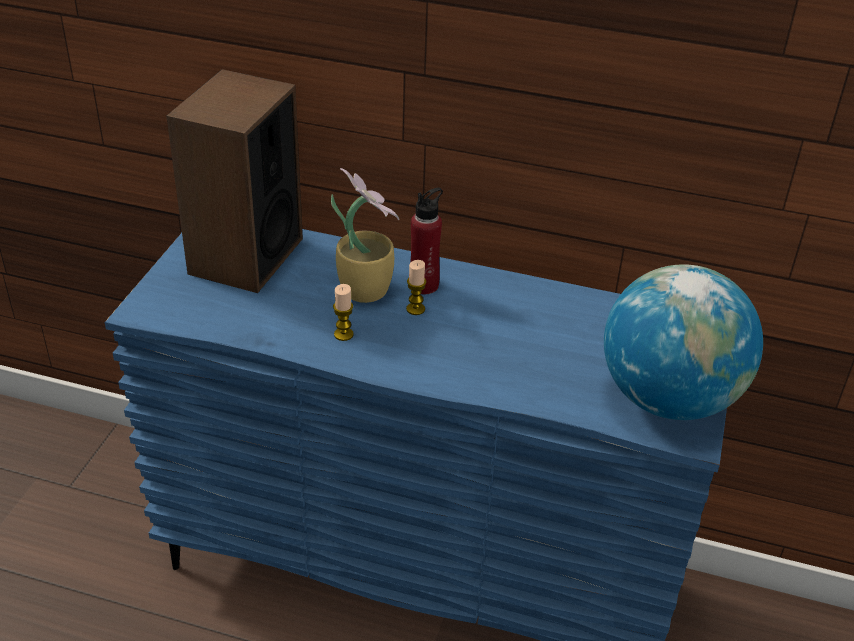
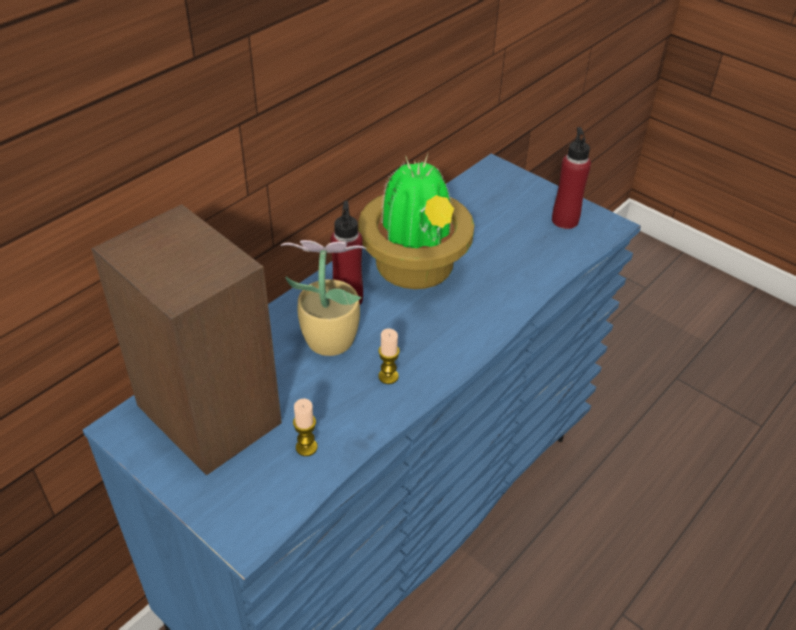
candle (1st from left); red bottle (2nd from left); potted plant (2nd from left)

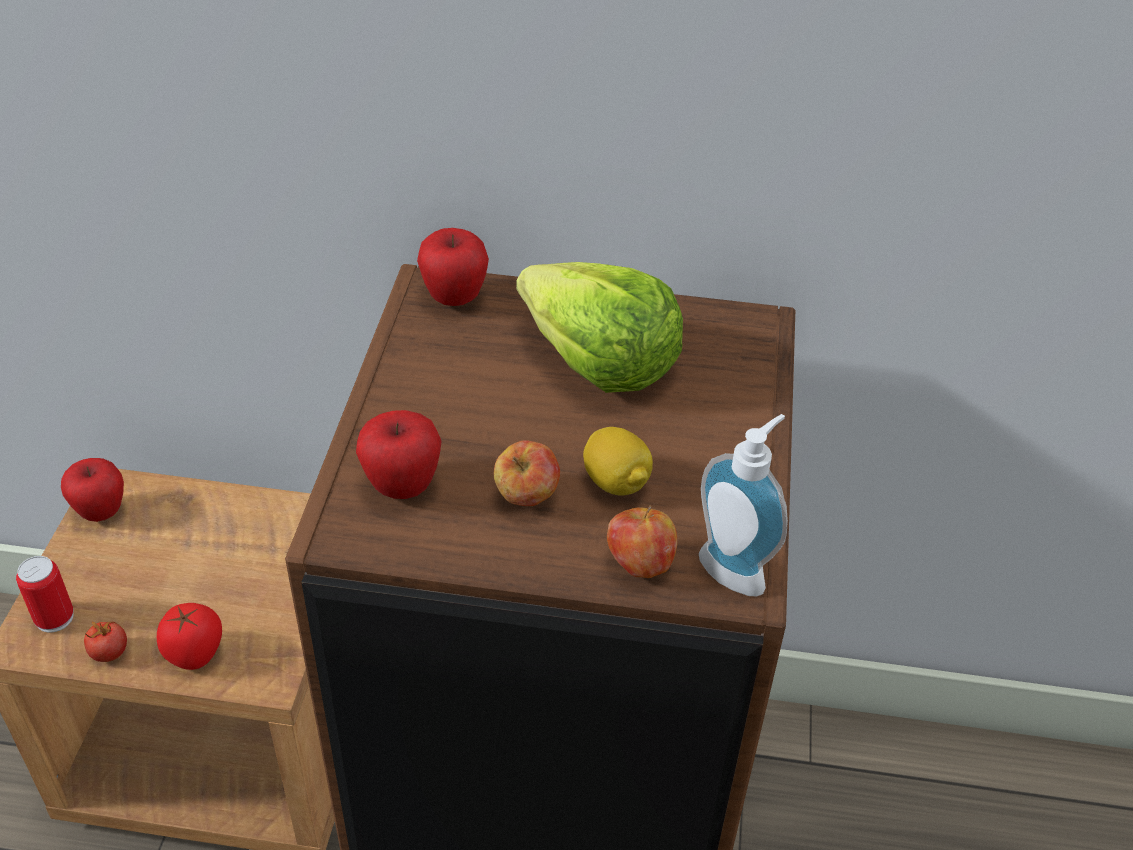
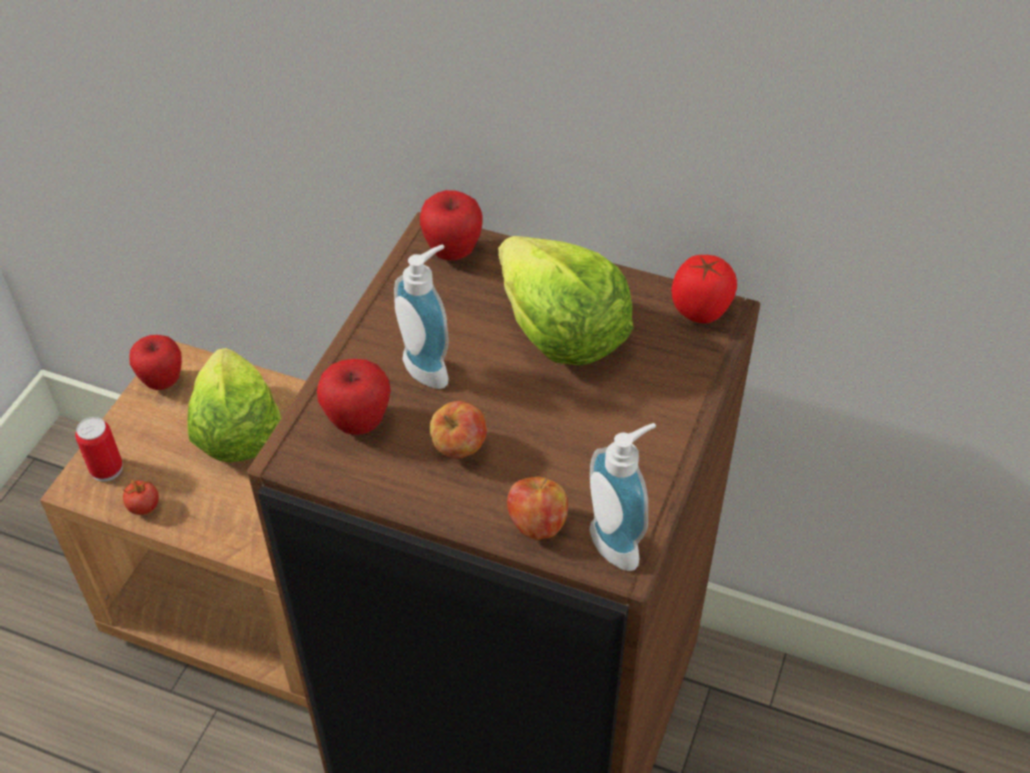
tomato (2nd from left); whole lemon; lettuce head (1st from left); soap dispenser (1st from left)

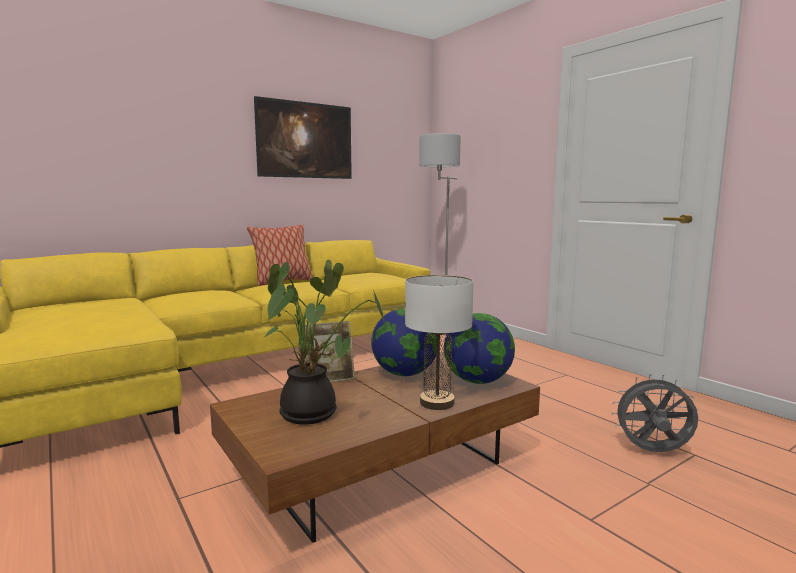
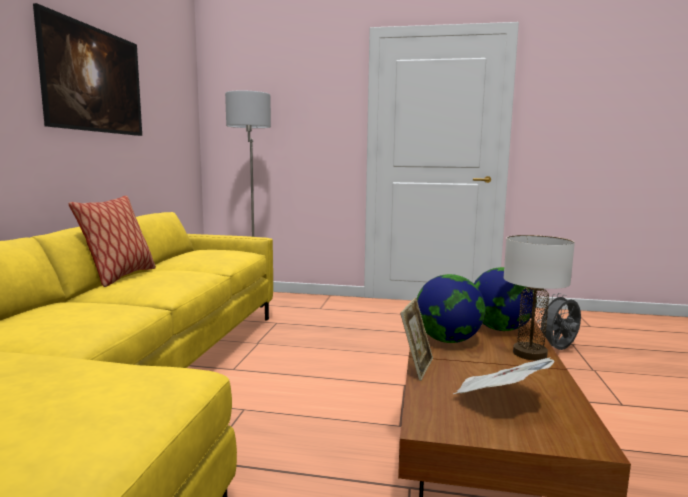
daily paper

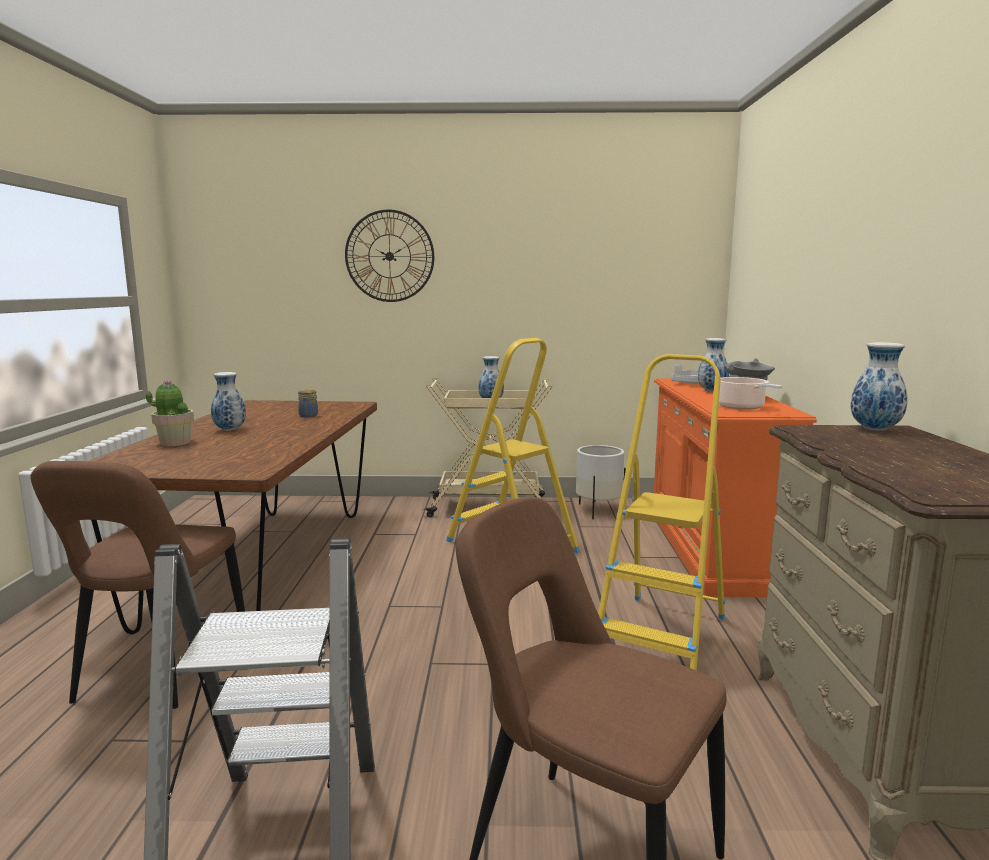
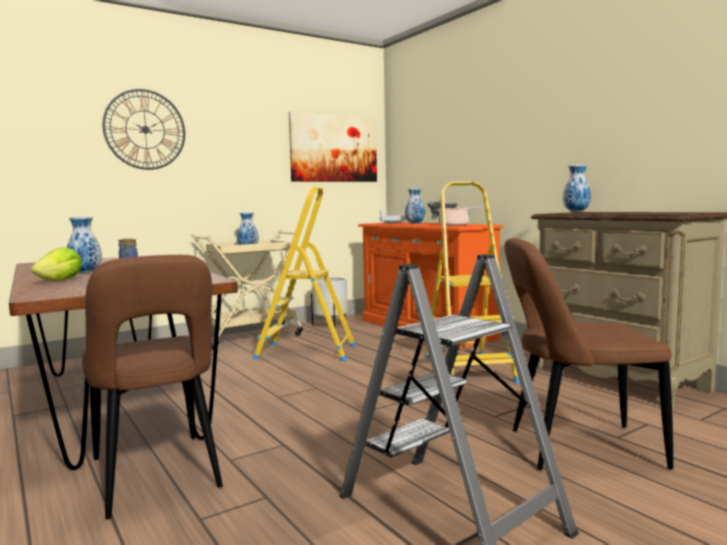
lettuce head; wall picture

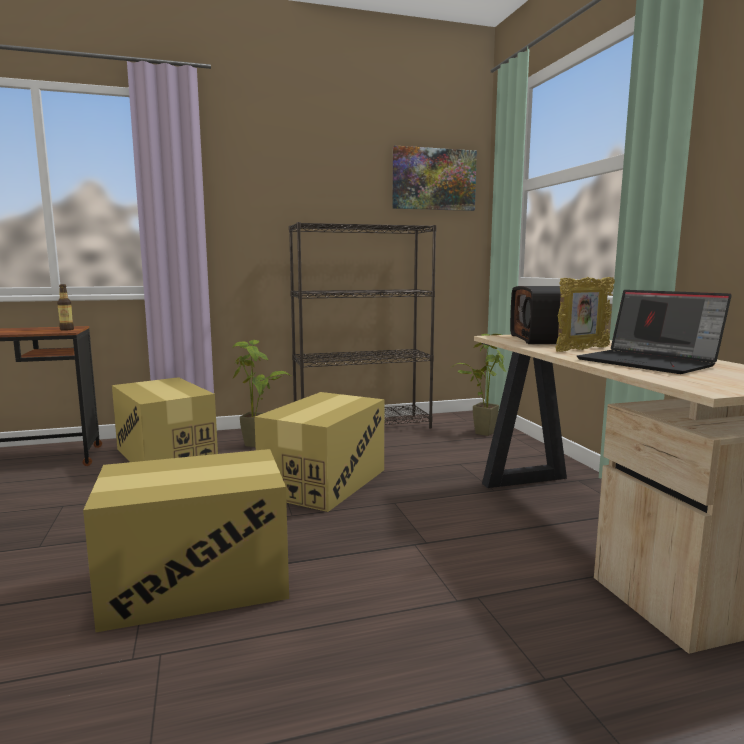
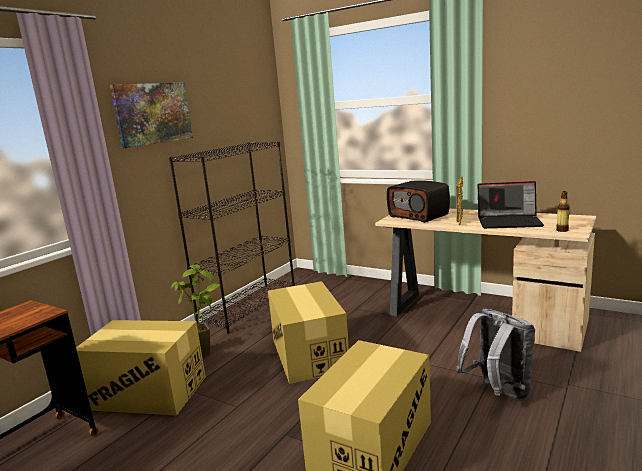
bottle; wall picture; potted plant (2nd from left in the first image); grey backpack

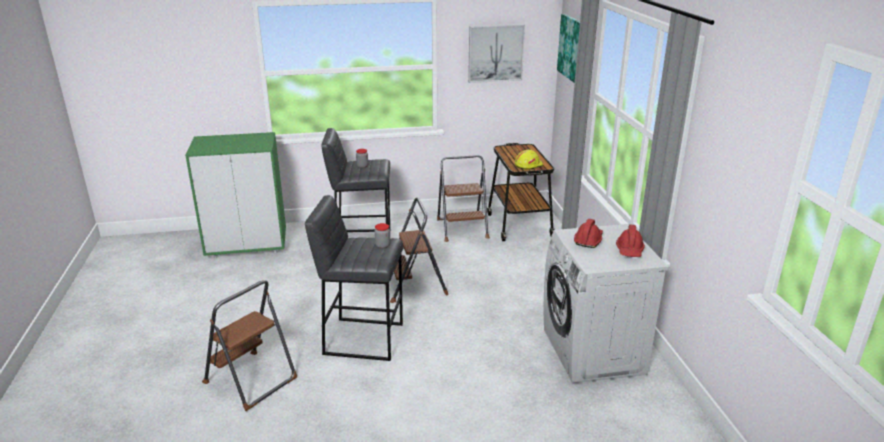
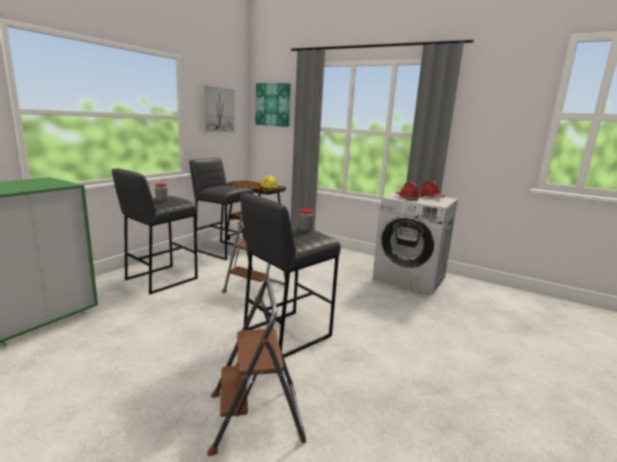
grey stool (2nd from left)

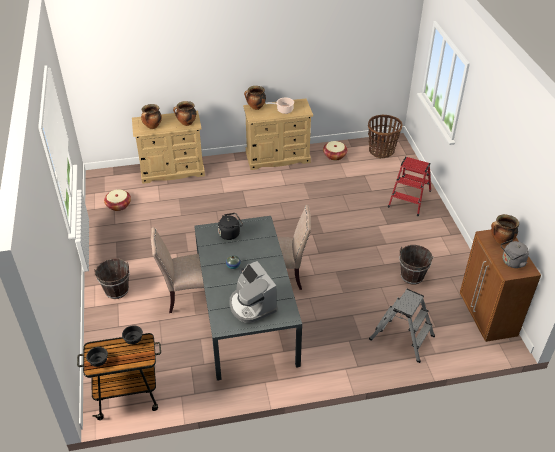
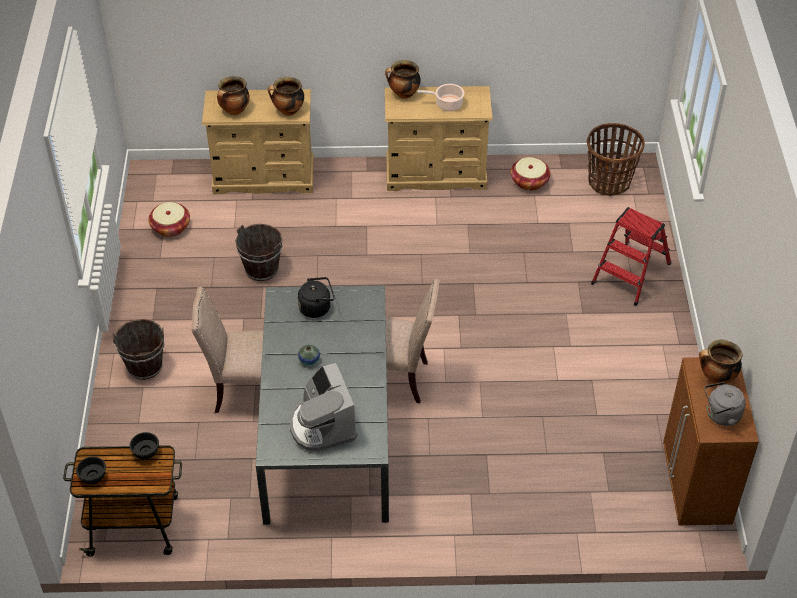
grey step ladder; brown pail (2nd from left)

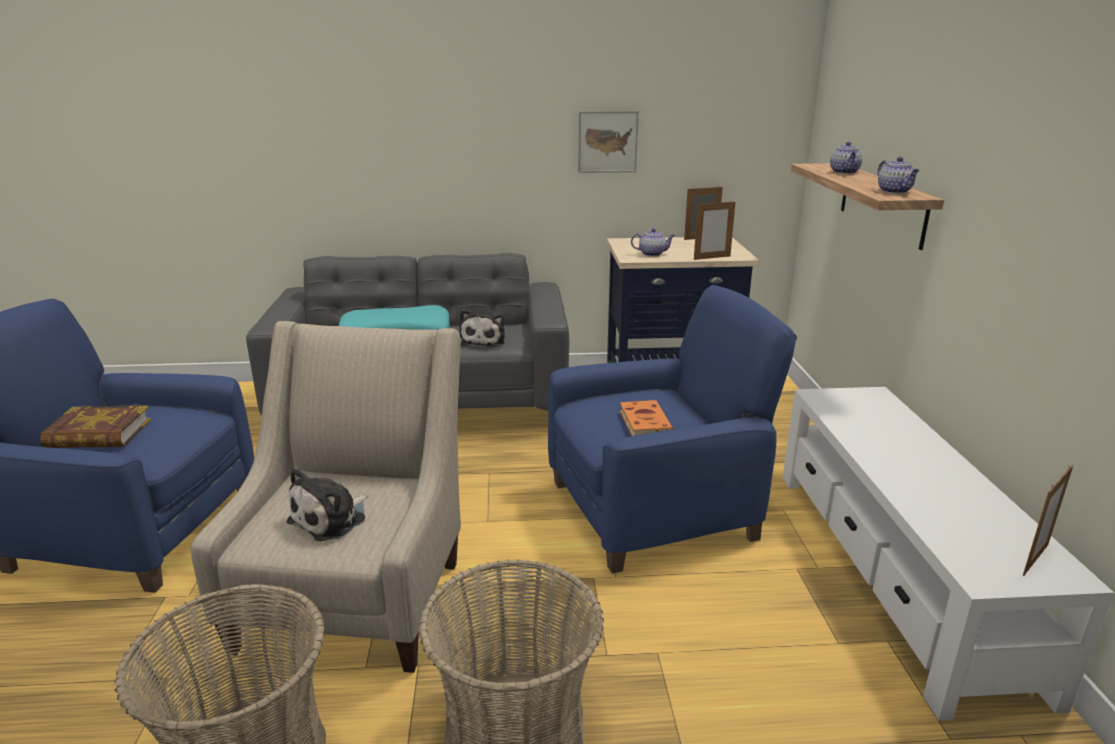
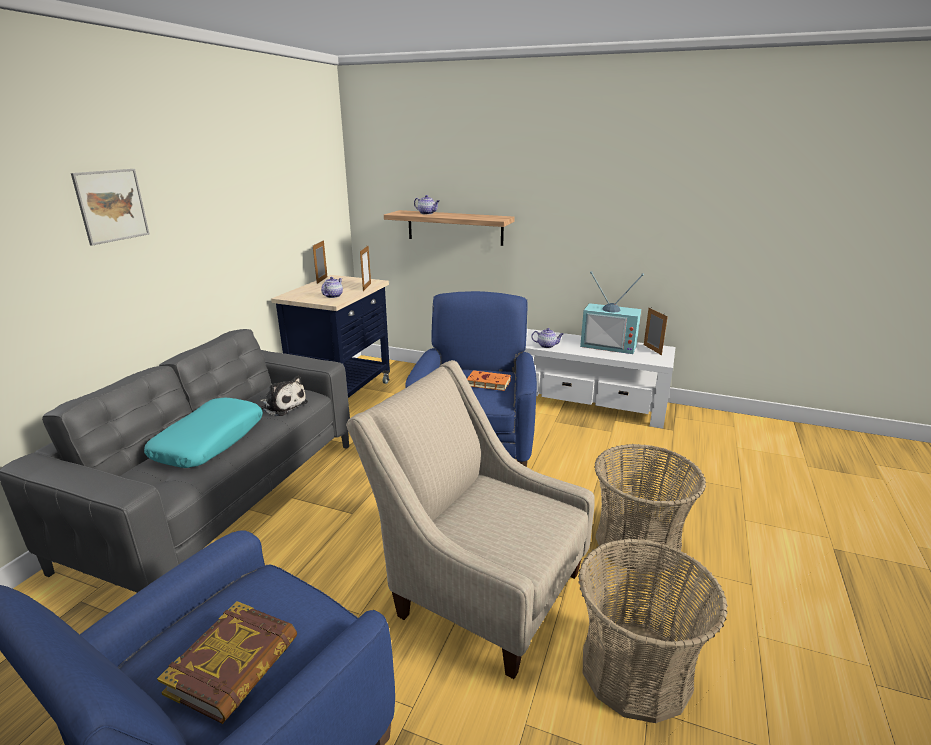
plush toy (1st from left in the first image); wall picture; tea pot (3rd from left); TV

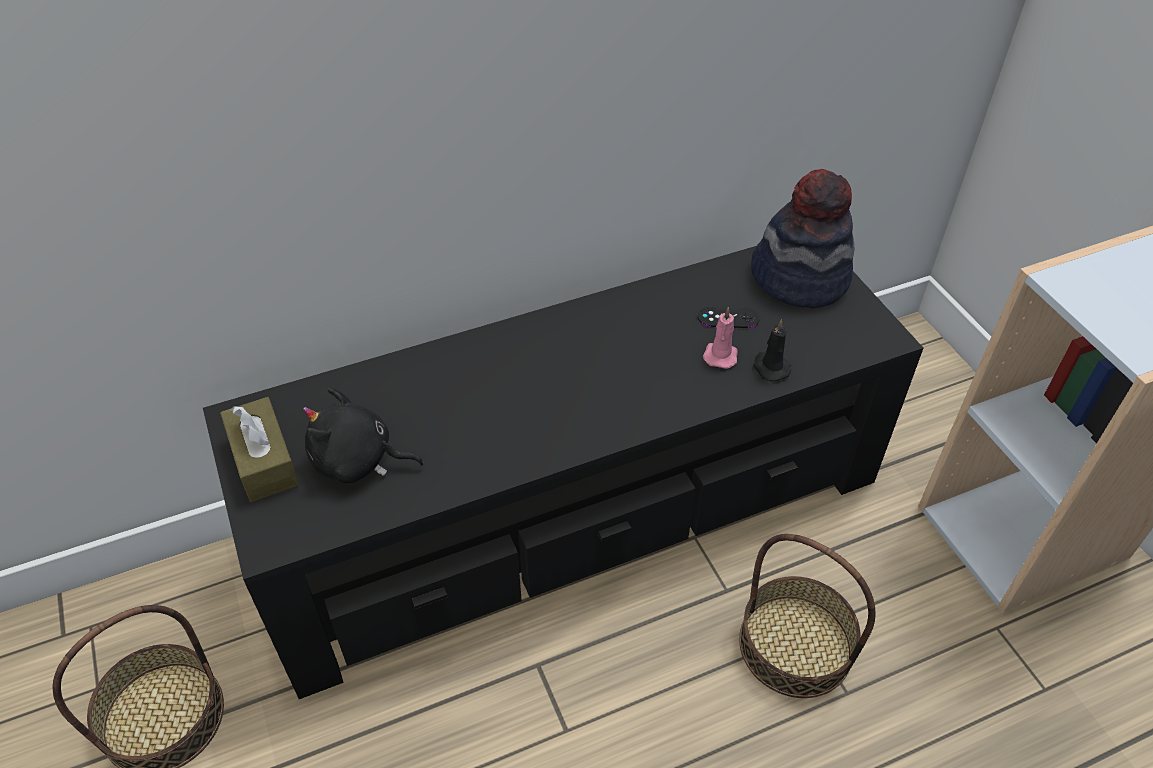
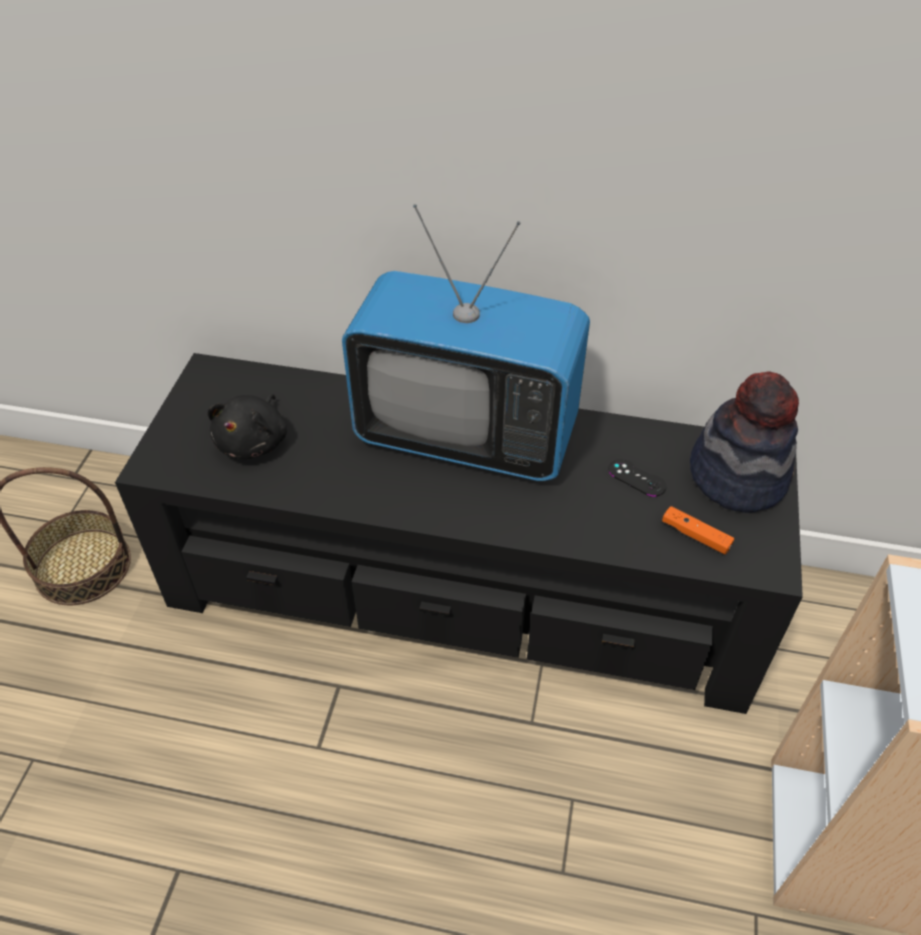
brown tissue box; black plush toy; pink candle; household basket (2nd from left in the first image); black candle; TV; orangey game controller

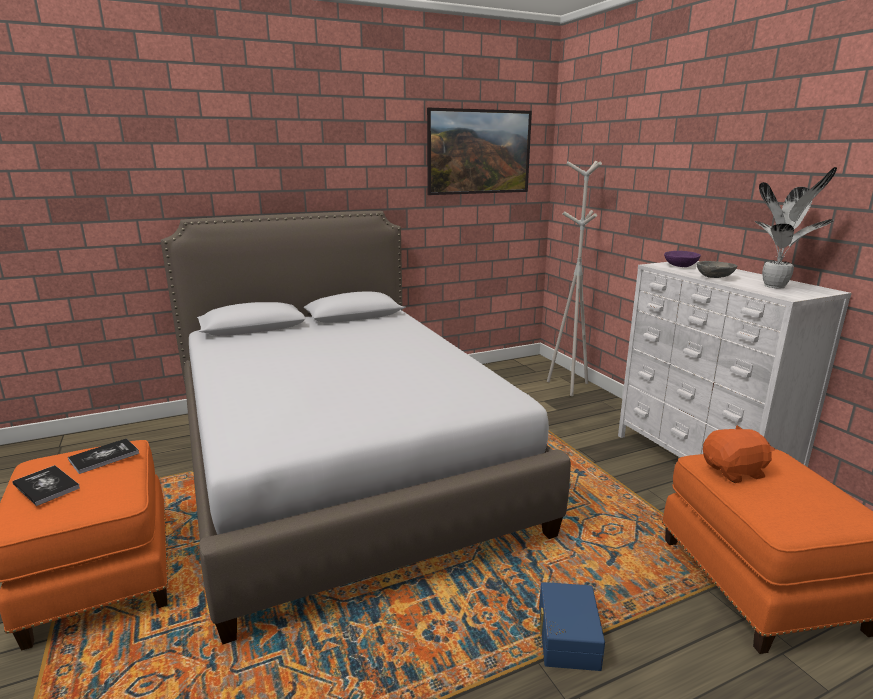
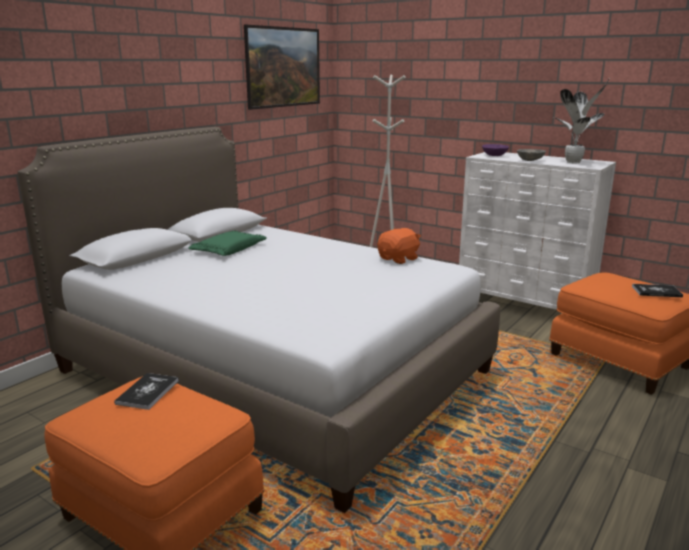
bound book (2nd from left); blue storage bin; orangey plush toy; green-coloured pillow

